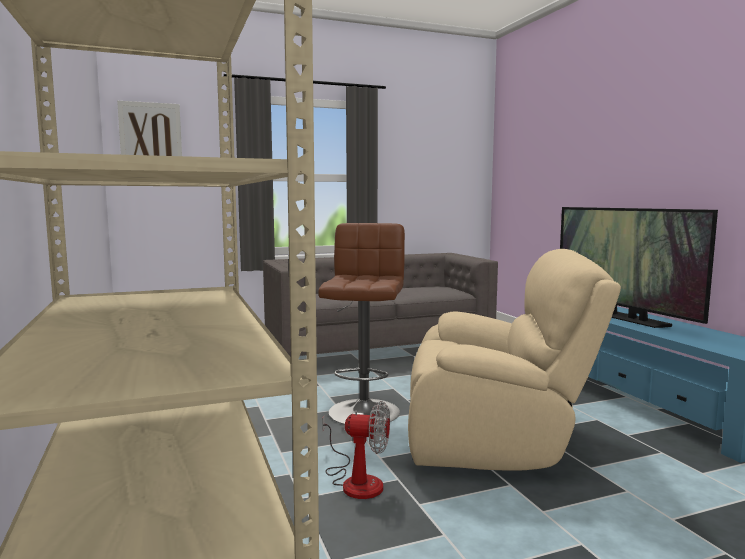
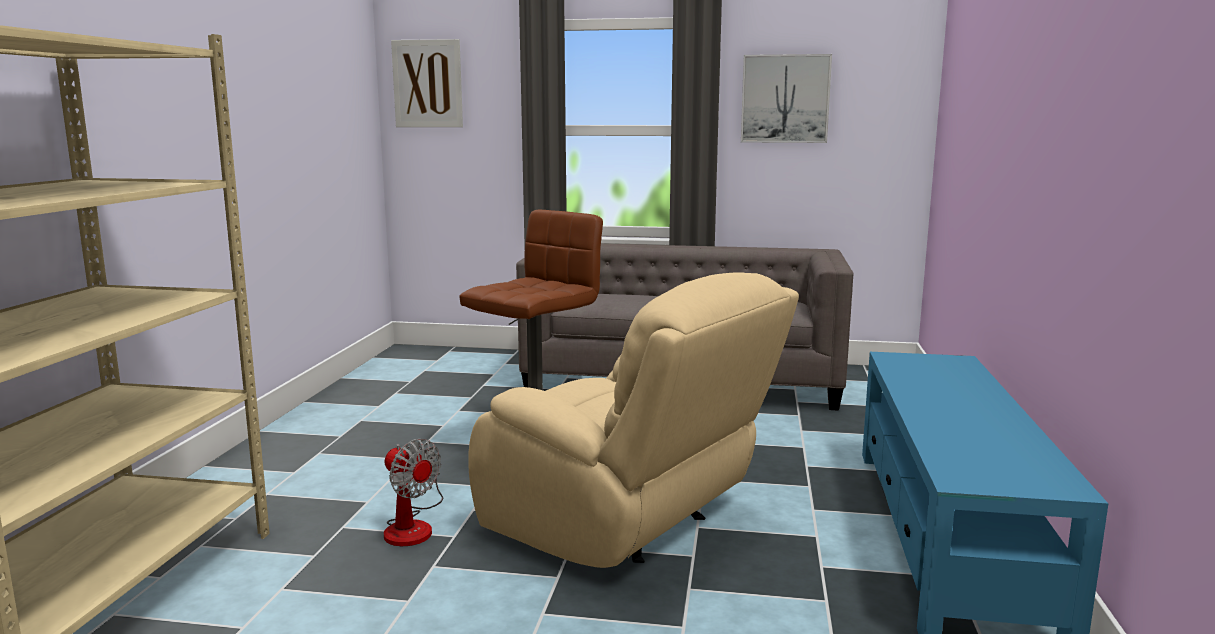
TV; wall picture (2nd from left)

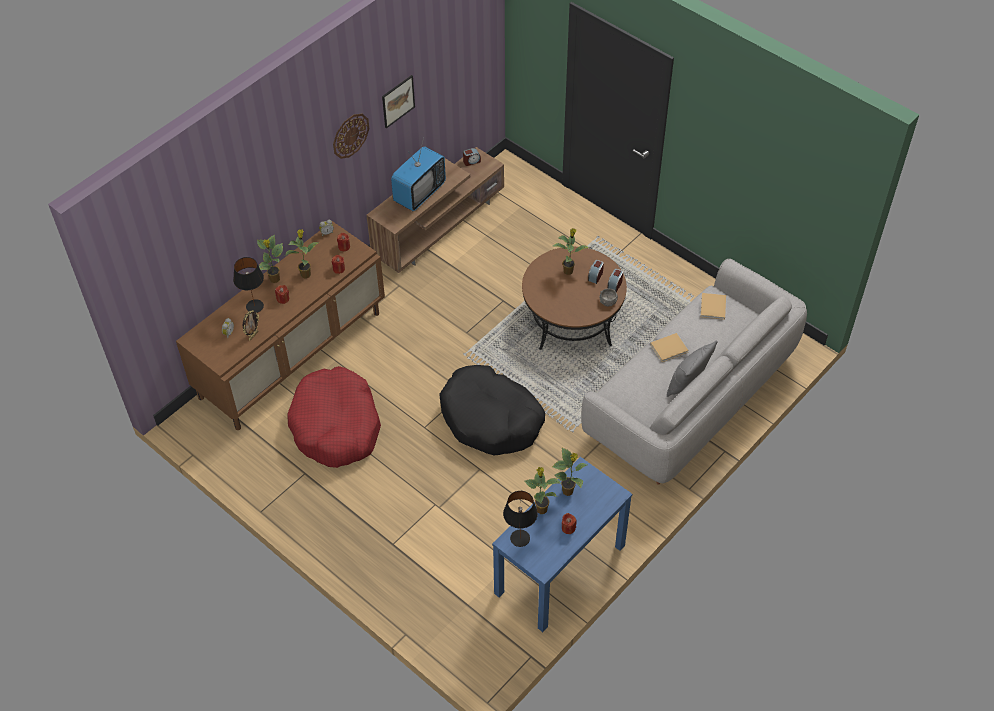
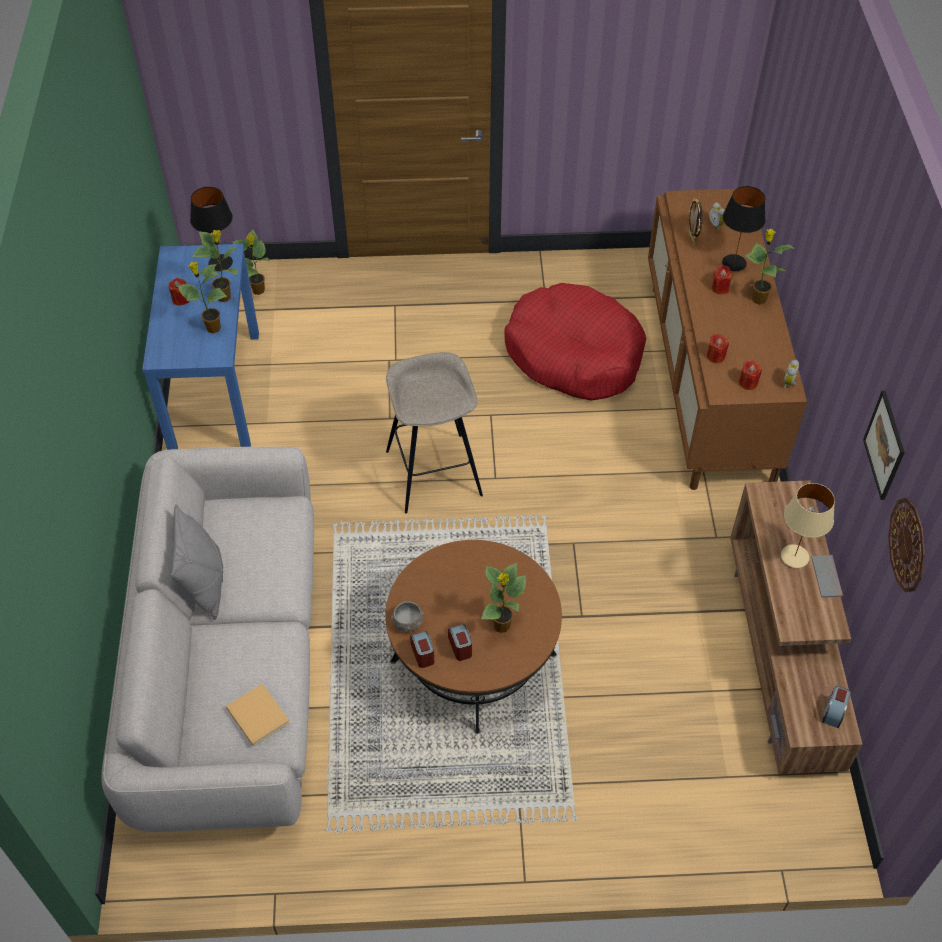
potted plant (3rd from left); hanging clock; beige-coloured lamp for a table; grey stool; beige-coloured bound book (1st from left in the first image)

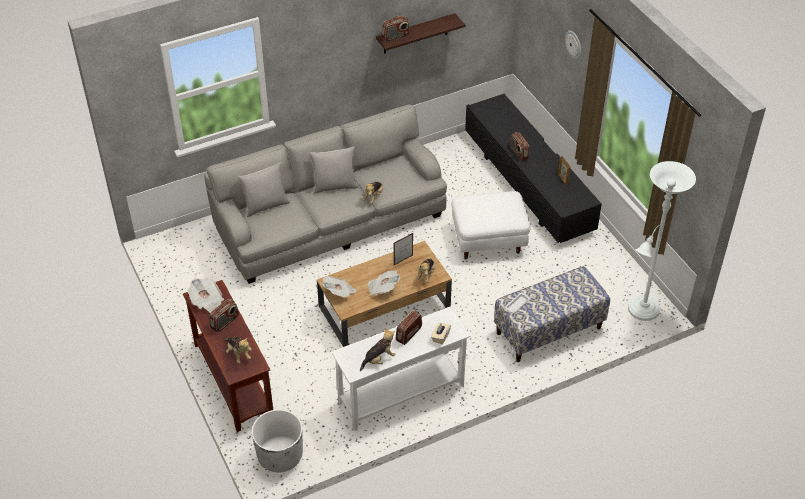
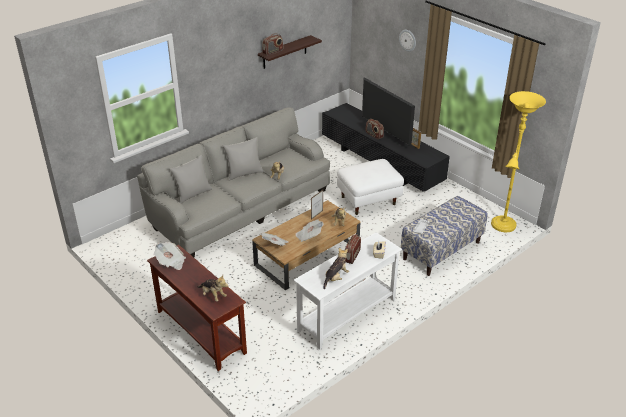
radio set (1st from left in the first image); white flower pot; yellow floor lamp; TV

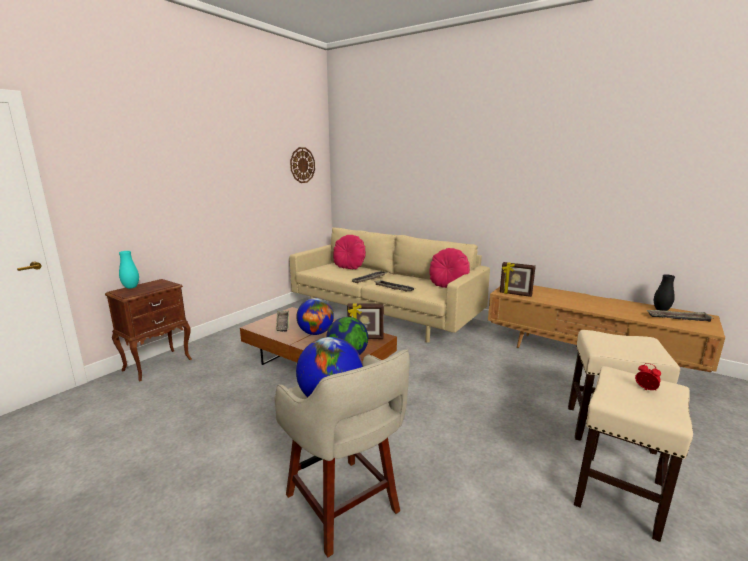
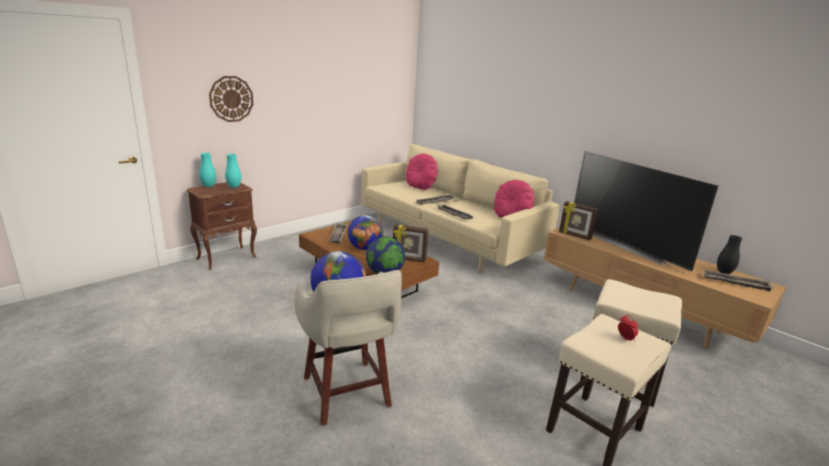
hanging clock; turquoise-coloured vase (2nd from left); TV

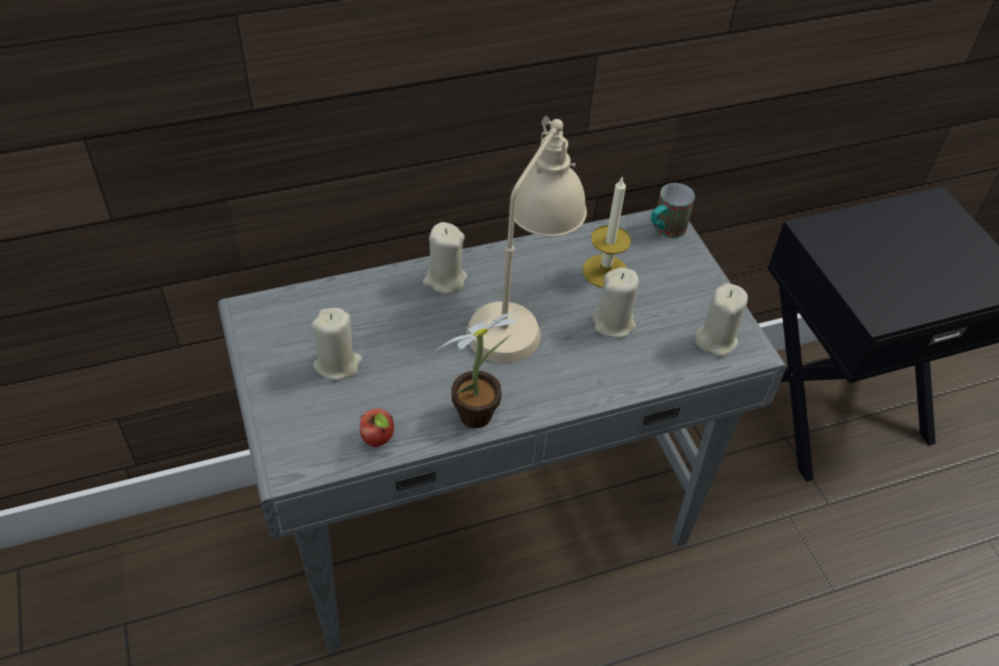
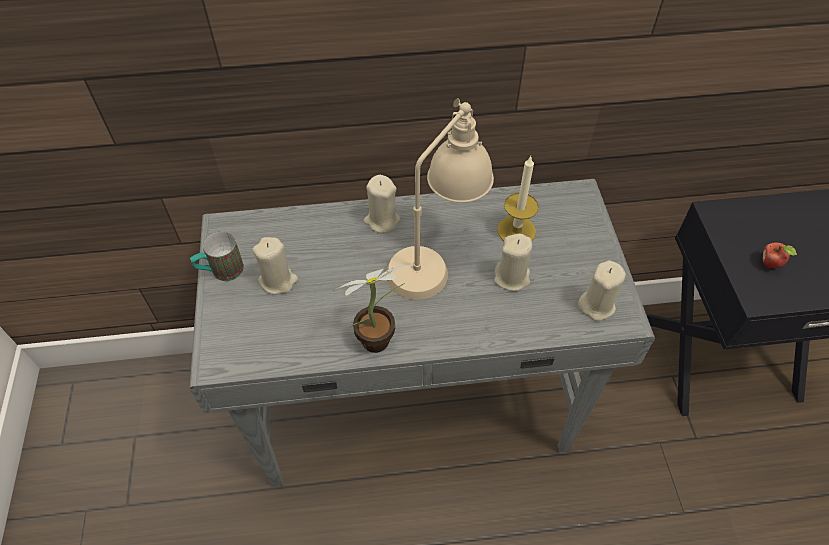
apple fruit; tea mug

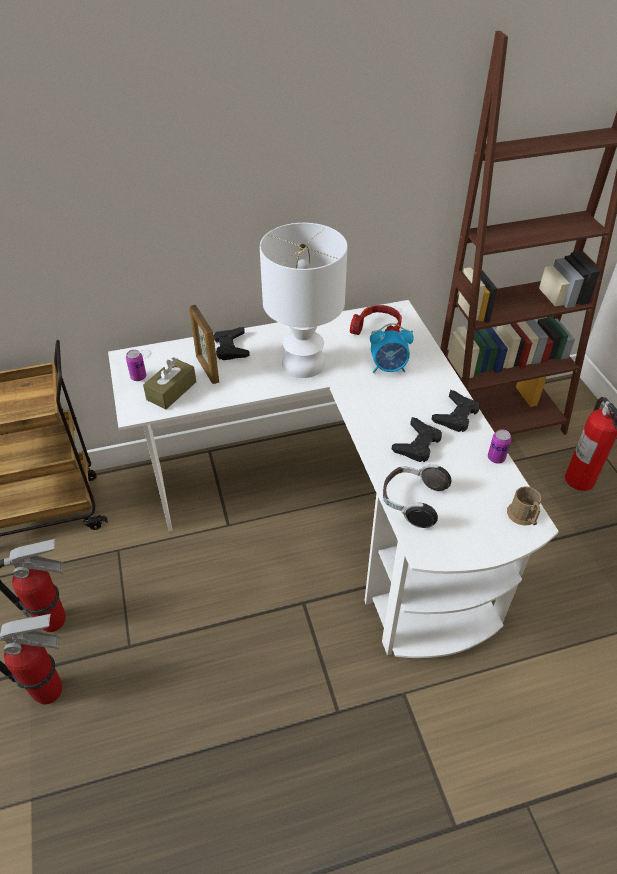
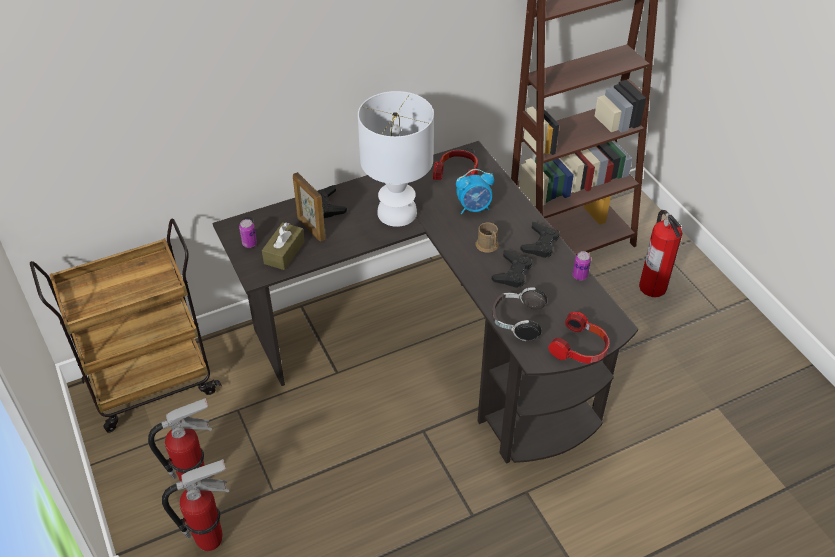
black desk; brown tea mug; pair of headphones (3rd from left)

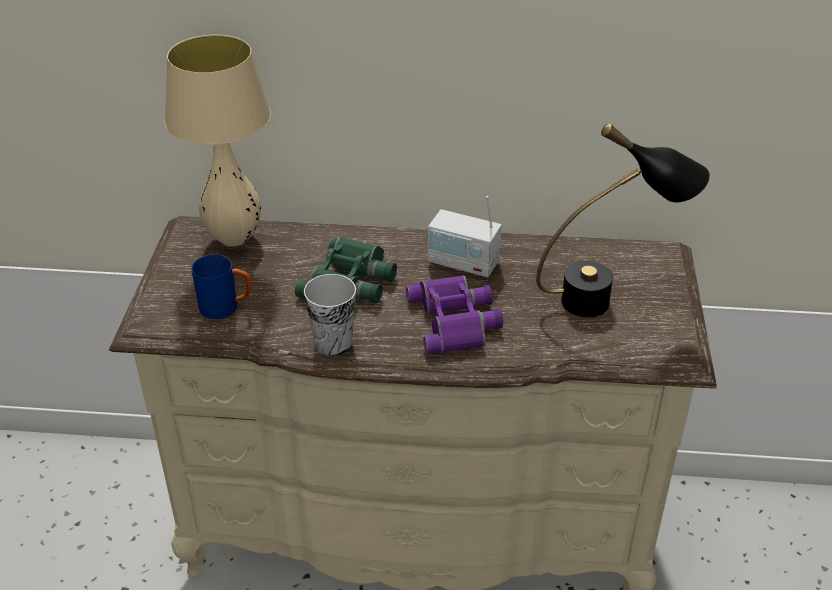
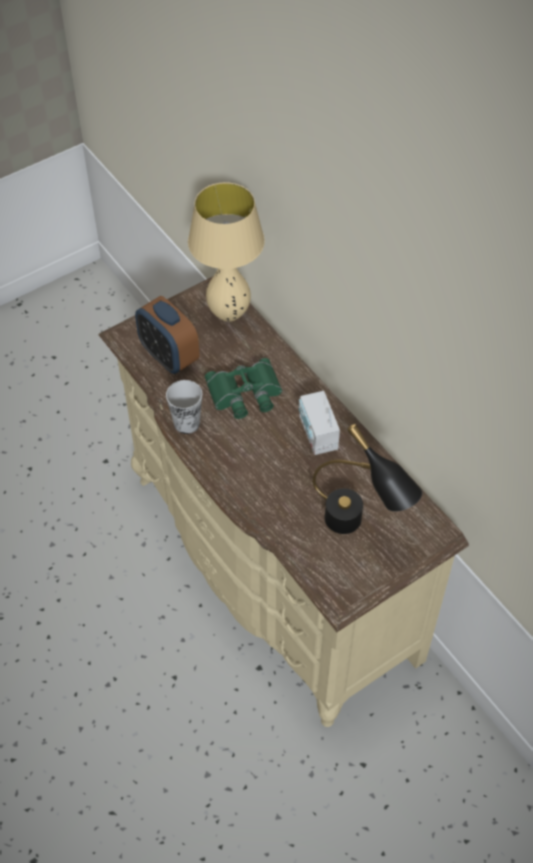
bedside clock; purple-coloured pair of binoculars

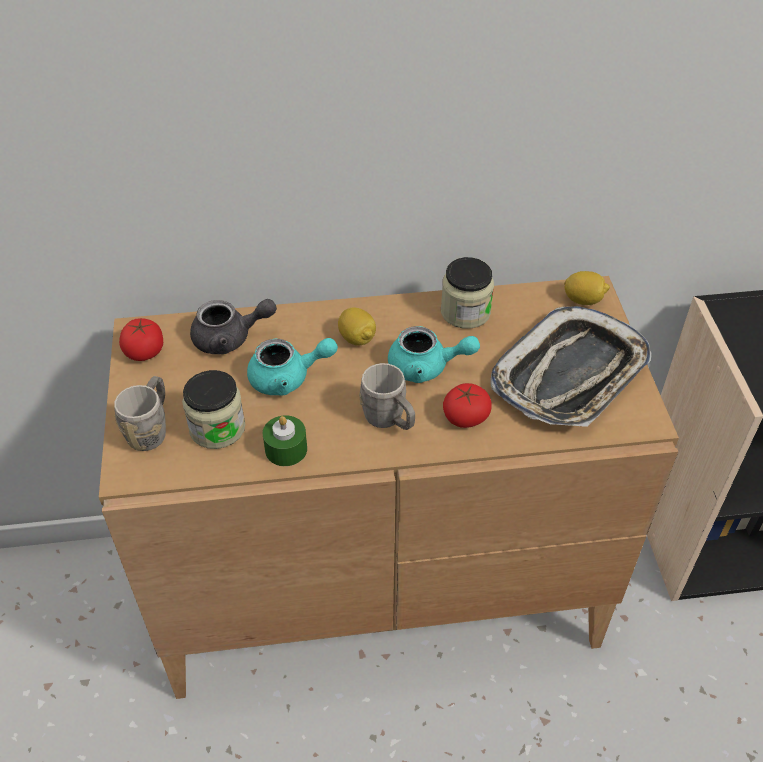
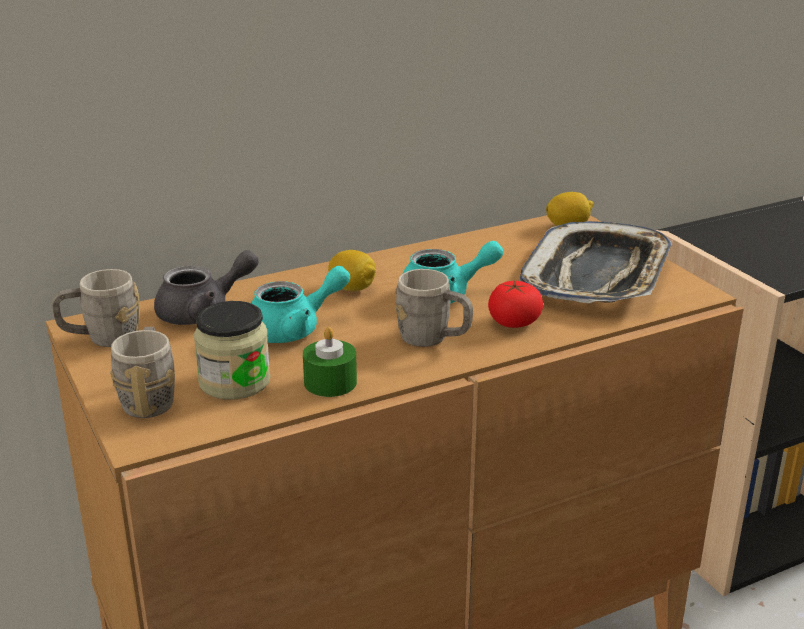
grey tea mug (1st from left); storage jar (2nd from left in the first image)

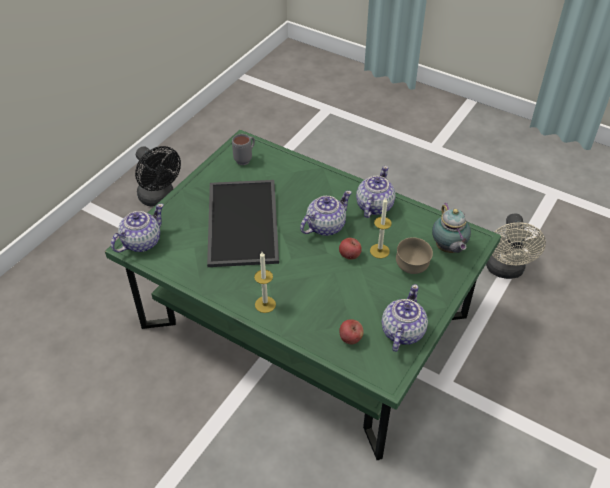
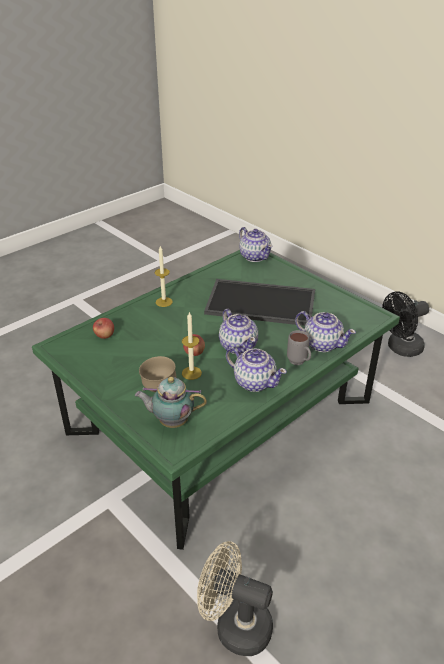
grey tea mug; tea pot (5th from left)

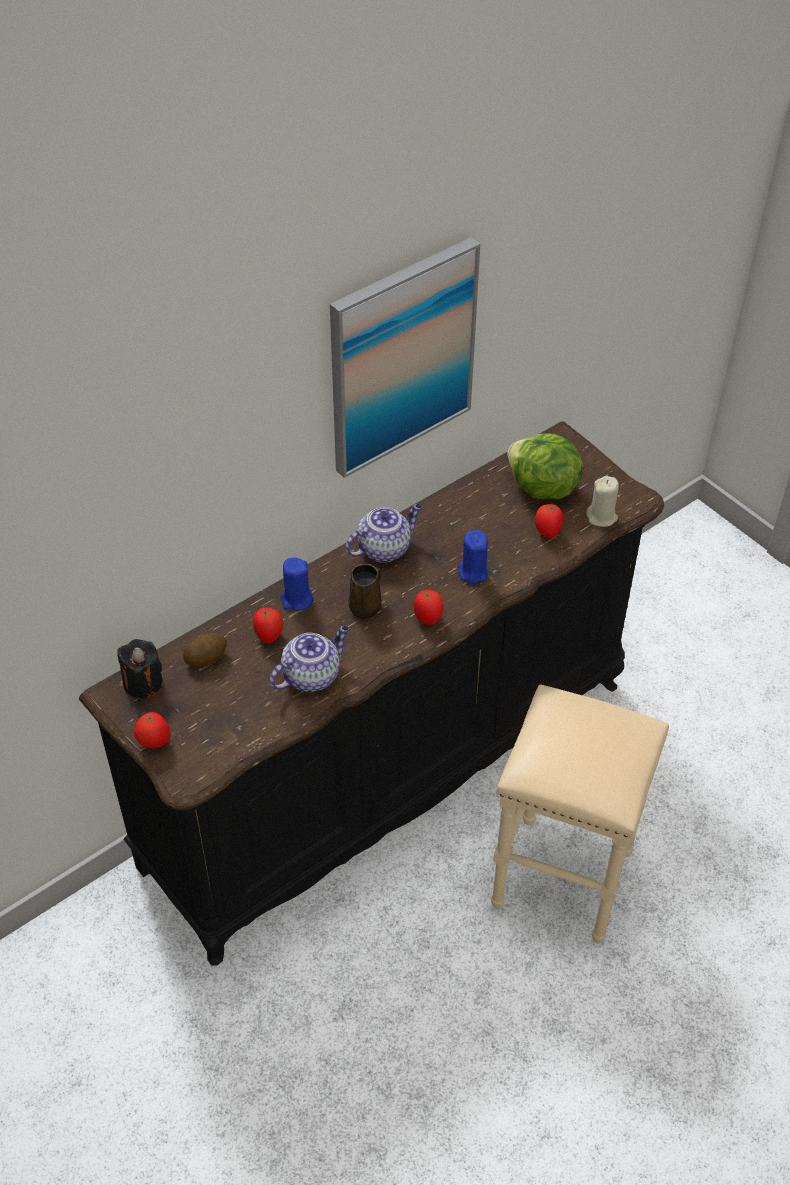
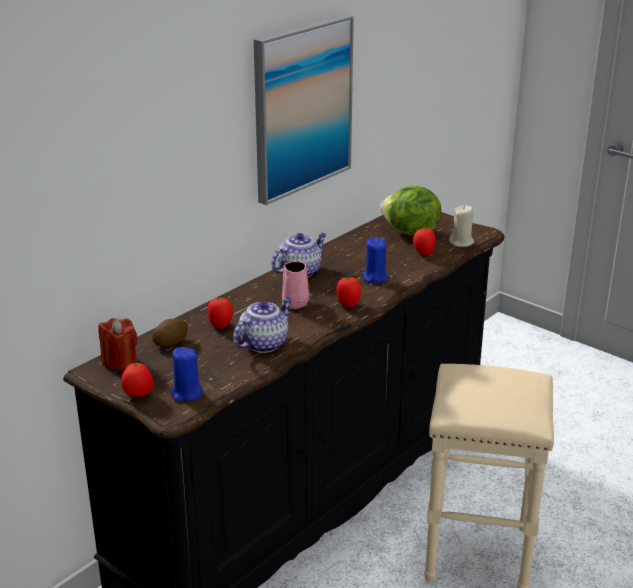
red candle; blue candle (1st from left); pink tea mug

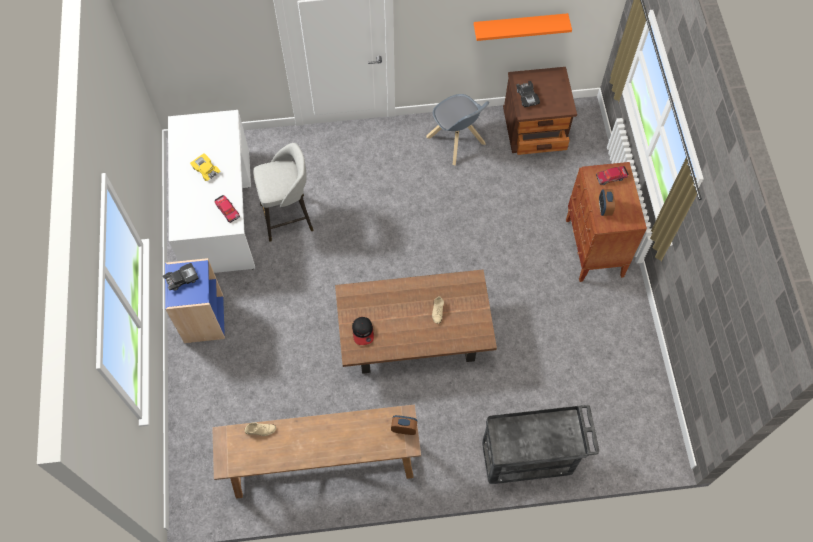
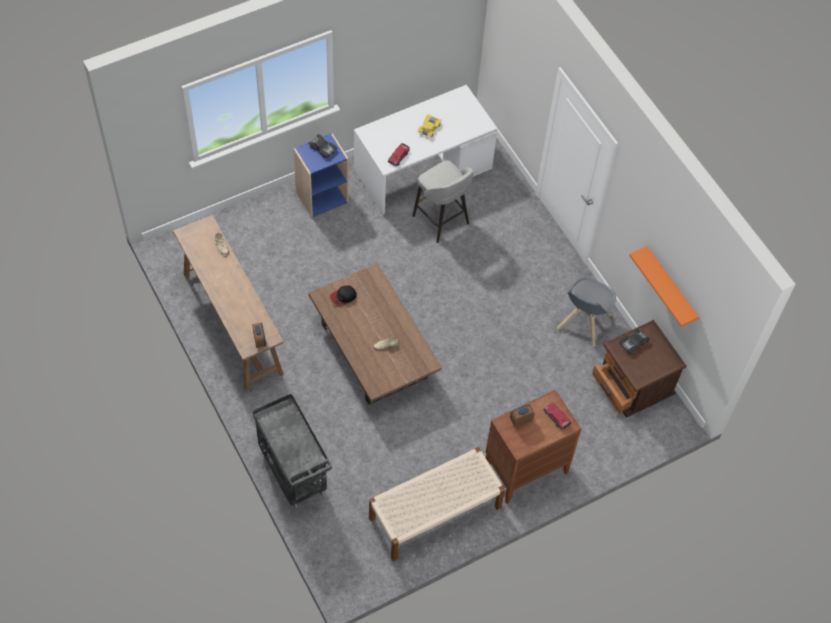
beige-coloured bench

